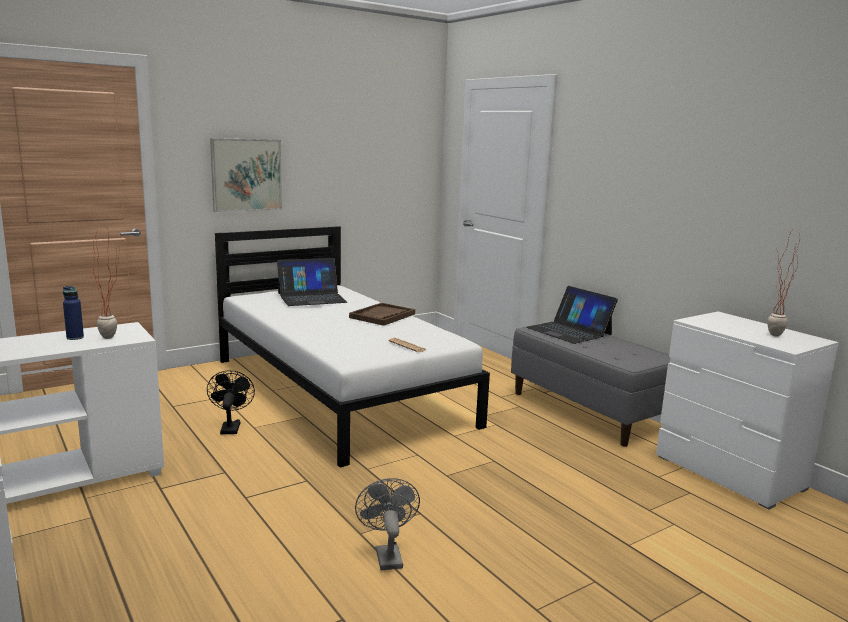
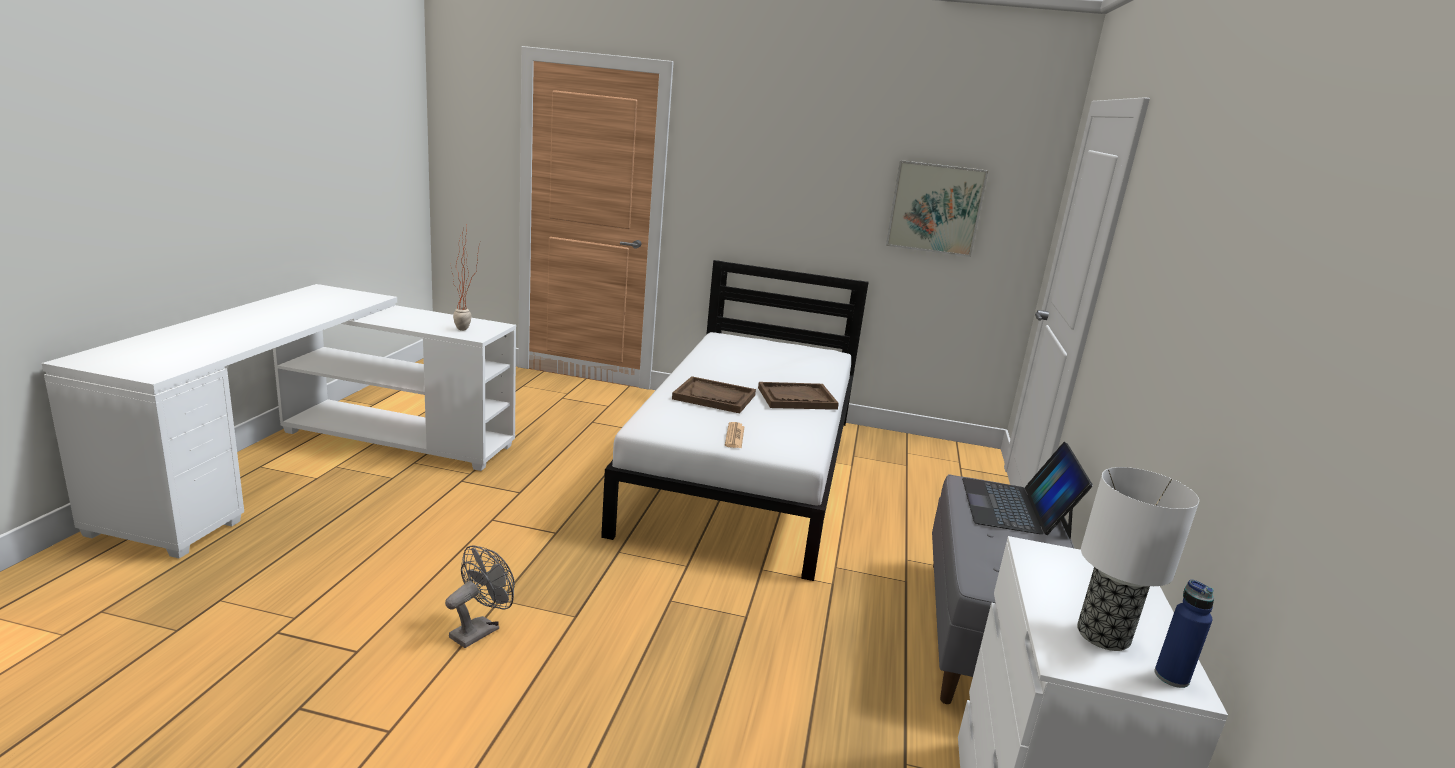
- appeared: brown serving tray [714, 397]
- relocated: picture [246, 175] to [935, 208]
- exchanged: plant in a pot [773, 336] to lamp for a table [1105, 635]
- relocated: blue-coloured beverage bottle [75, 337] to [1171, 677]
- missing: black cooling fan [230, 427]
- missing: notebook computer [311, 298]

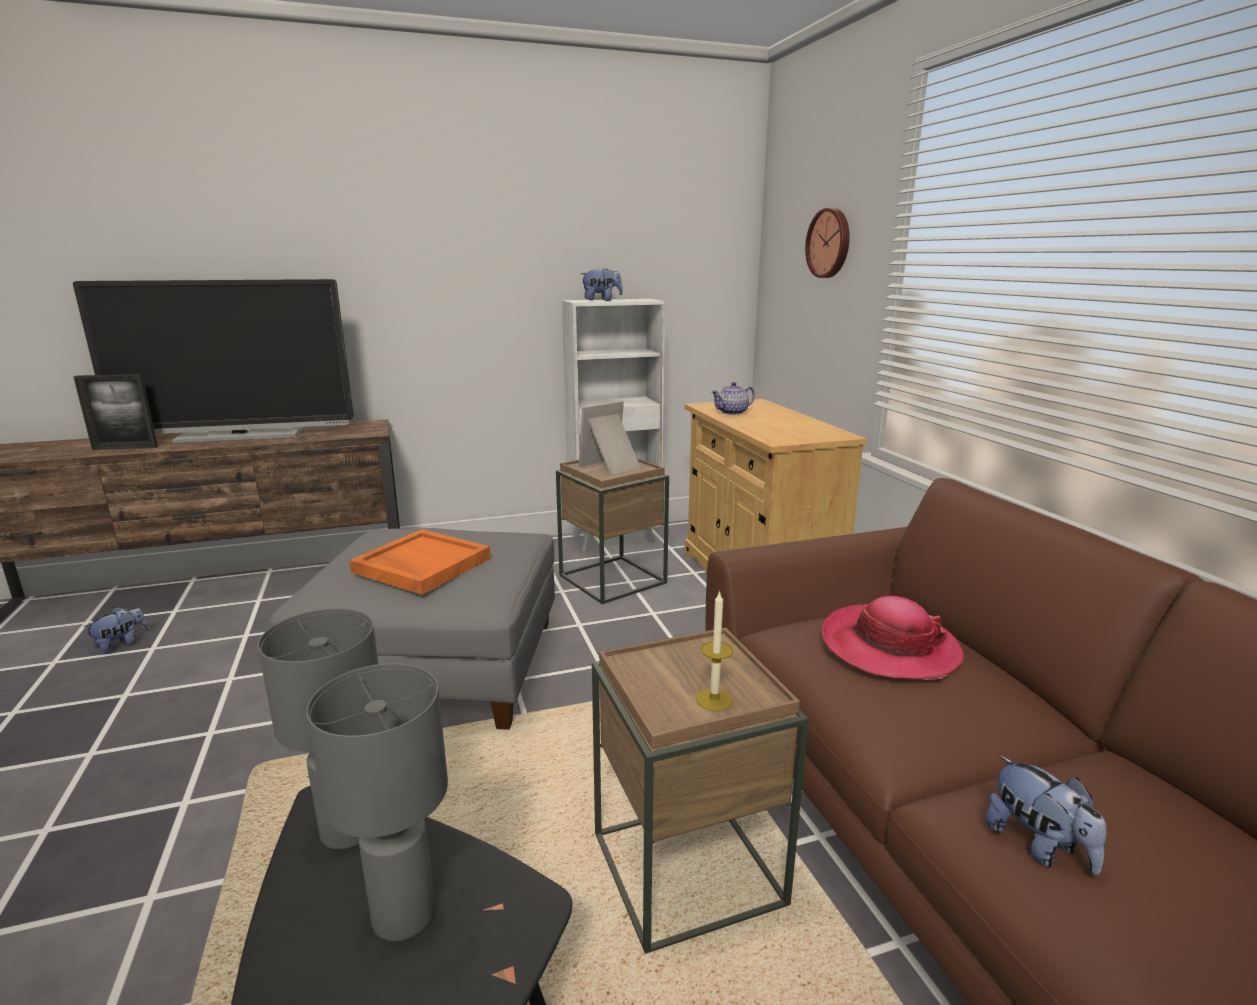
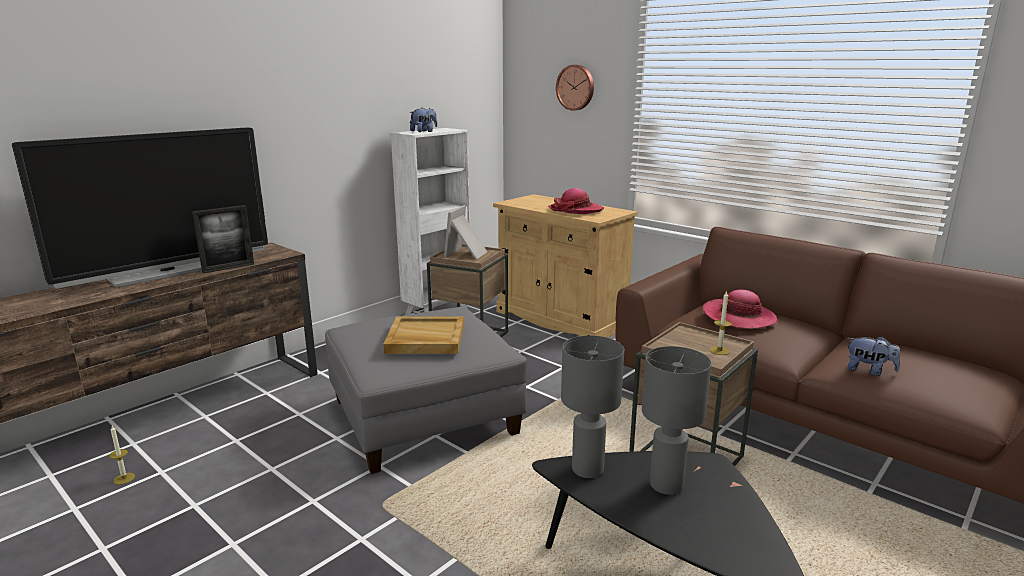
- exchanged: plush toy [121, 644] to wax light [124, 478]
- relocated: standing frame [125, 448] to [228, 268]
- colour: orange-coloured serving tray [421, 565] to sand-coloured serving tray [425, 339]
- appeared: hat [575, 210]
- missing: pot for tea [733, 412]

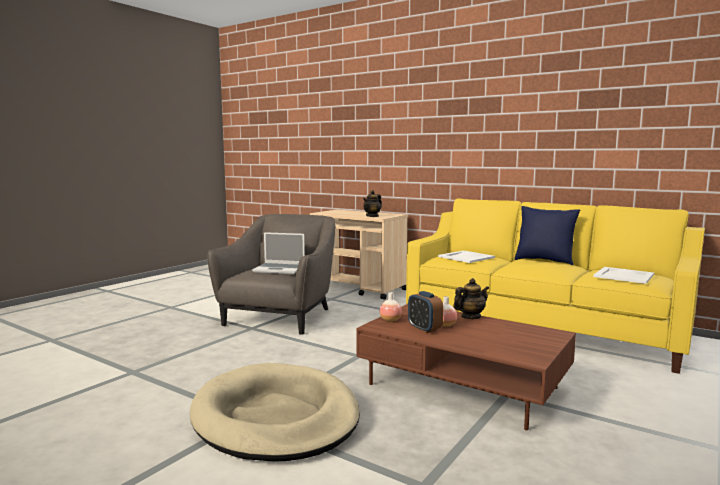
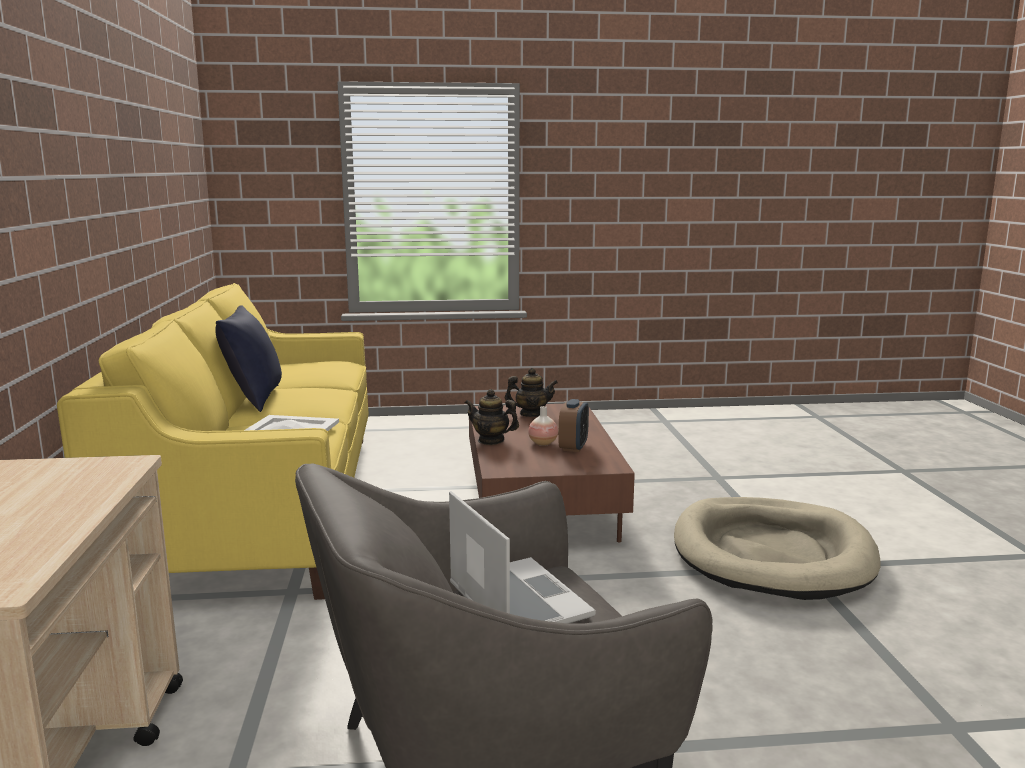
- relocated: pot for tea [372, 216] to [531, 414]
- missing: flower vase [390, 320]
- missing: white-coloured serving tray [624, 276]

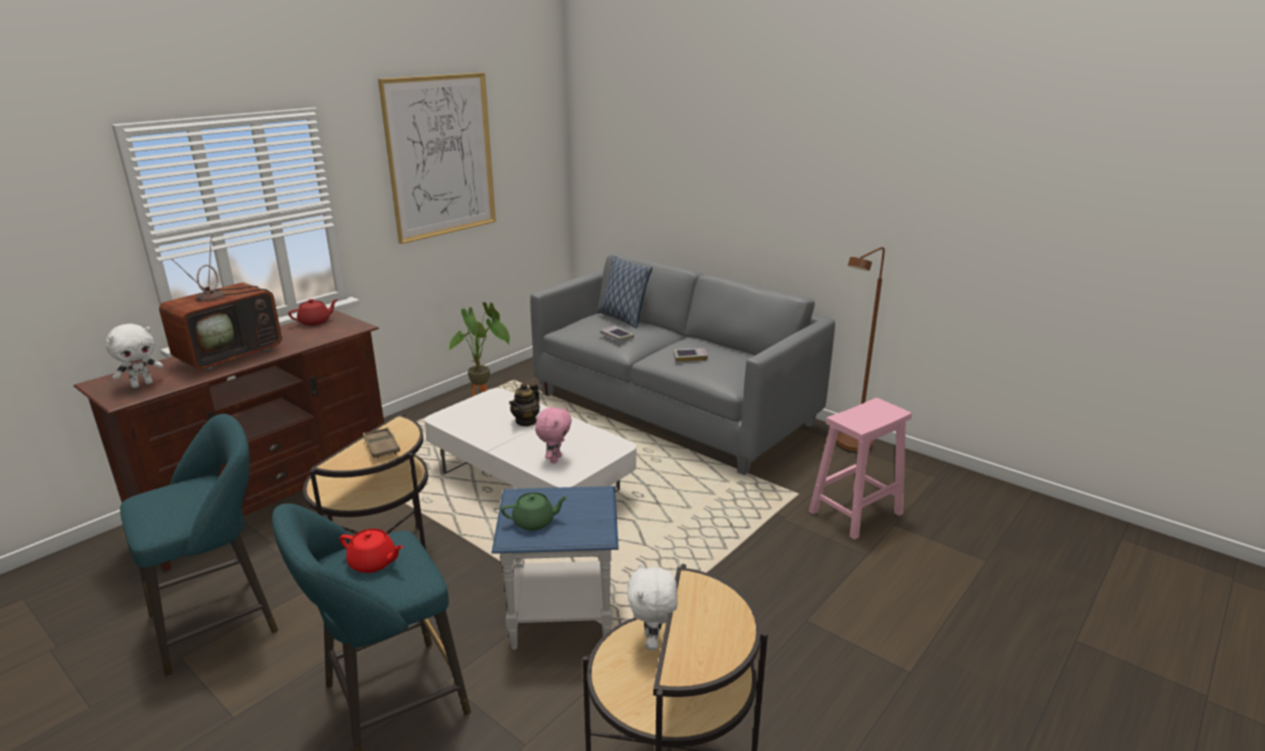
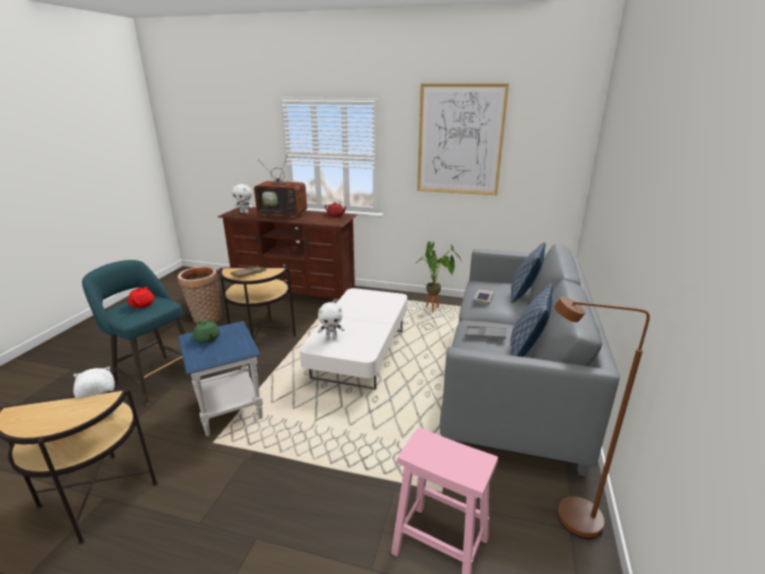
- exchanged: blue-green sitting stool [222, 621] to household basket [205, 318]
- colour: pink-coloured plush toy [555, 459] to white-coloured plush toy [331, 338]
- exchanged: volume [690, 357] to grey serving tray [485, 335]
- appeared: throw pillow [526, 349]
- missing: pot for tea [526, 421]

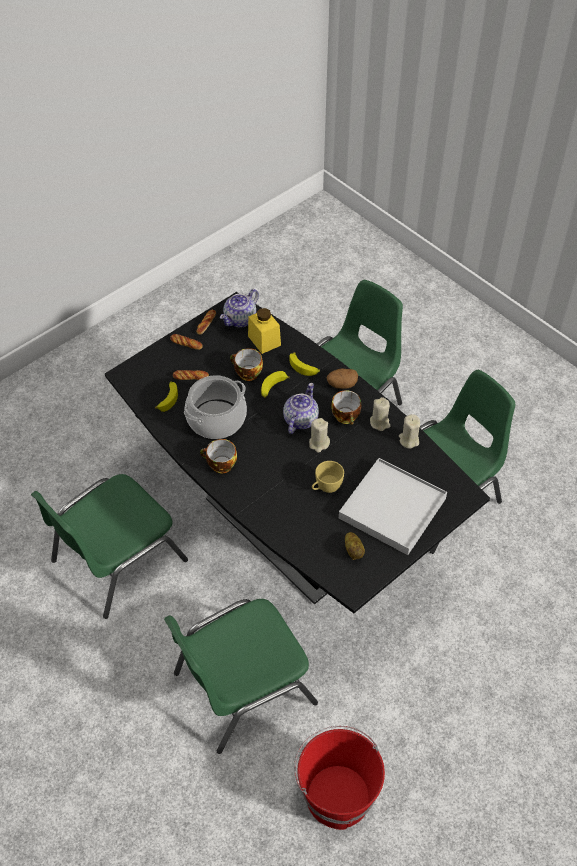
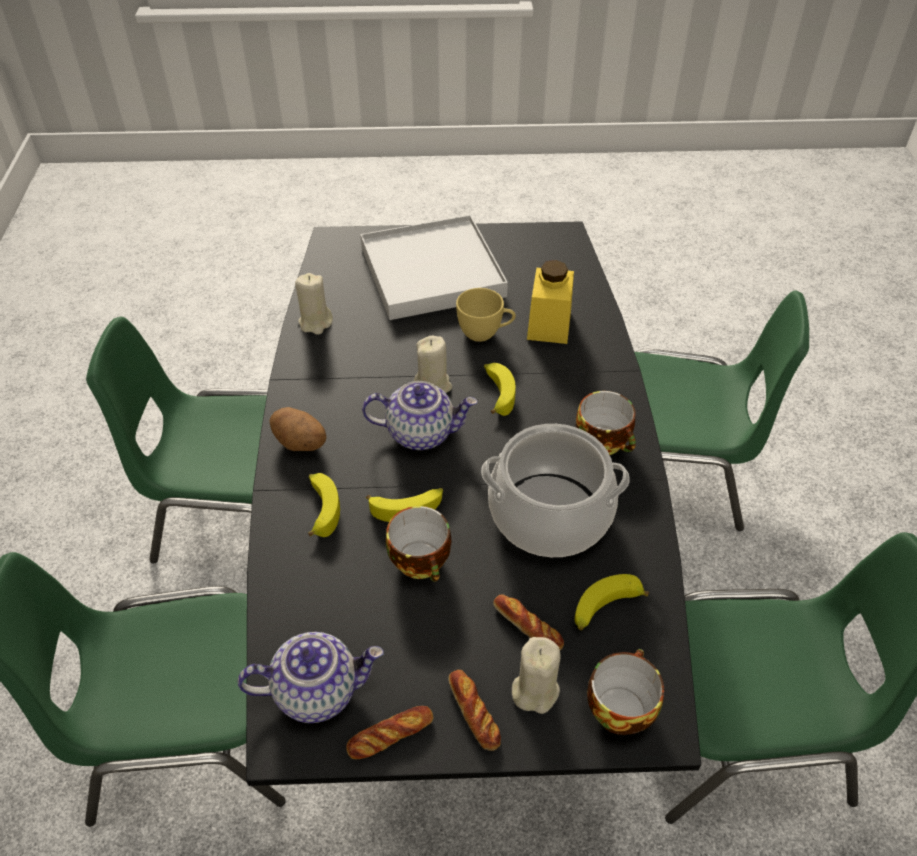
- spun: pot for tea [300, 419] = [421, 433] 150 degrees counterclockwise
- appeared: banana fruit [497, 393]
- relocated: sand-coloured wax light [380, 423] to [535, 690]
- relocated: yellowish storage jar [264, 340] to [549, 325]
- relocated: small cup [347, 417] to [619, 707]
- missing: red bucket [337, 794]
- missing: potato [354, 550]

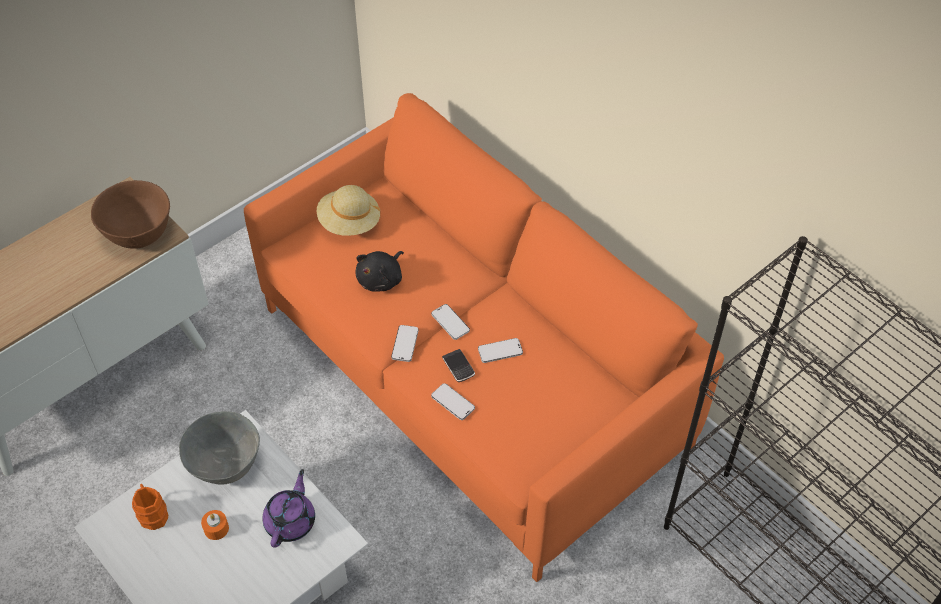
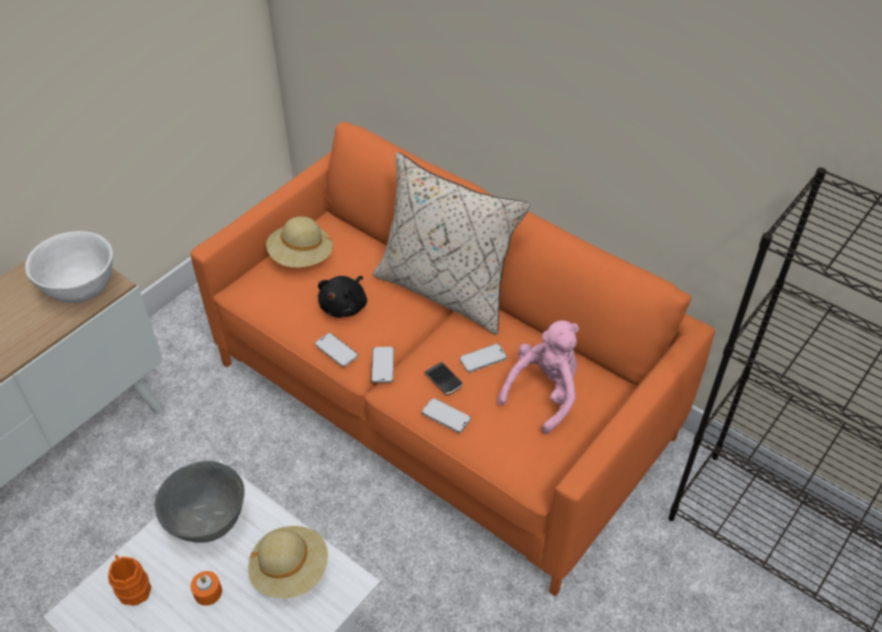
- colour: brown bowl [138, 235] to white-coloured bowl [80, 290]
- exchanged: purplish pot for tea [291, 521] to sand-coloured hat [290, 570]
- relocated: telephone [450, 322] to [336, 350]
- appeared: sand-coloured throw pillow [446, 290]
- appeared: pink-coloured plush toy [544, 393]

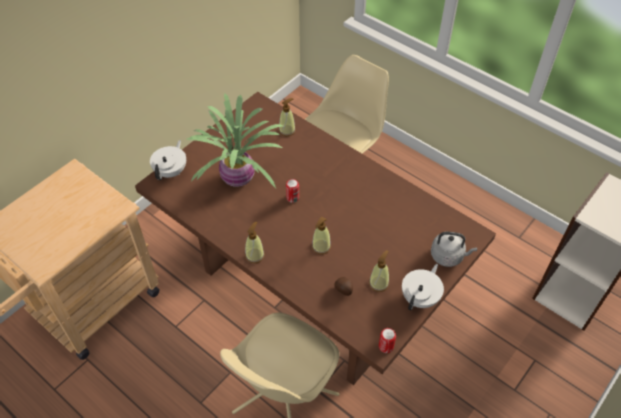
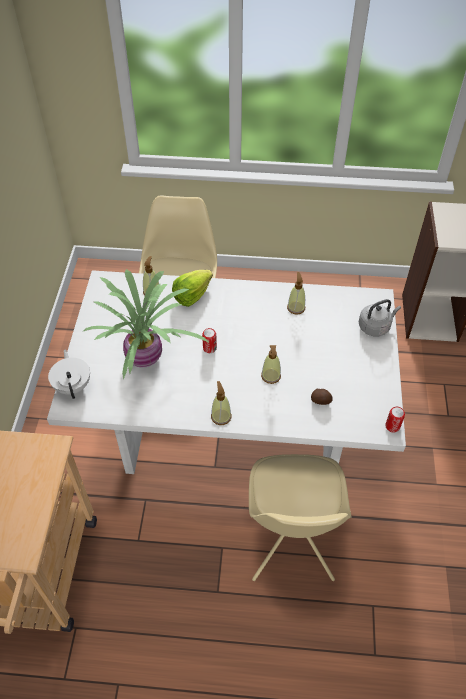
- colour: brown kitchen table [311, 288] to white-coloured kitchen table [234, 431]
- appeared: lettuce [192, 295]
- relocated: soap bottle [378, 283] to [296, 307]
- missing: white-coloured pot for tea [420, 298]

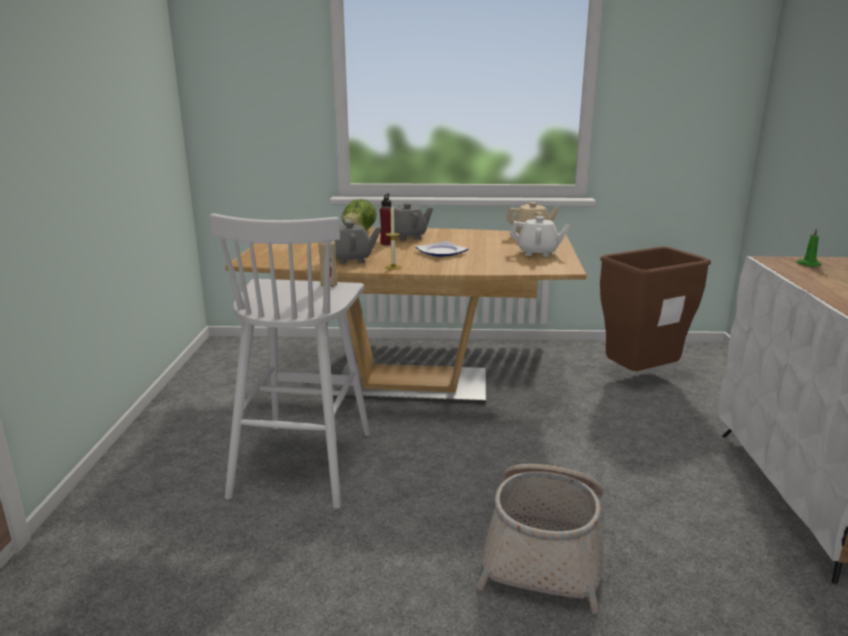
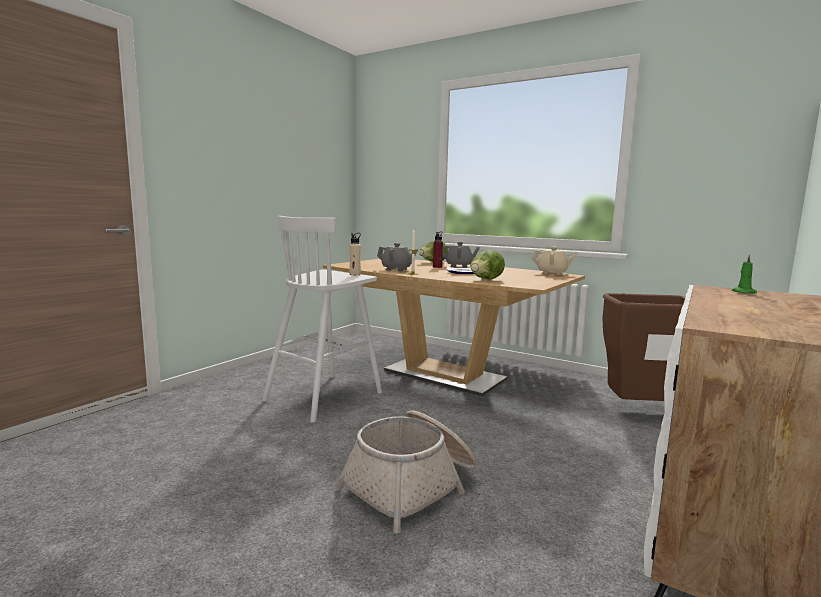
- appeared: lettuce [485, 280]
- missing: white-coloured pot for tea [538, 253]

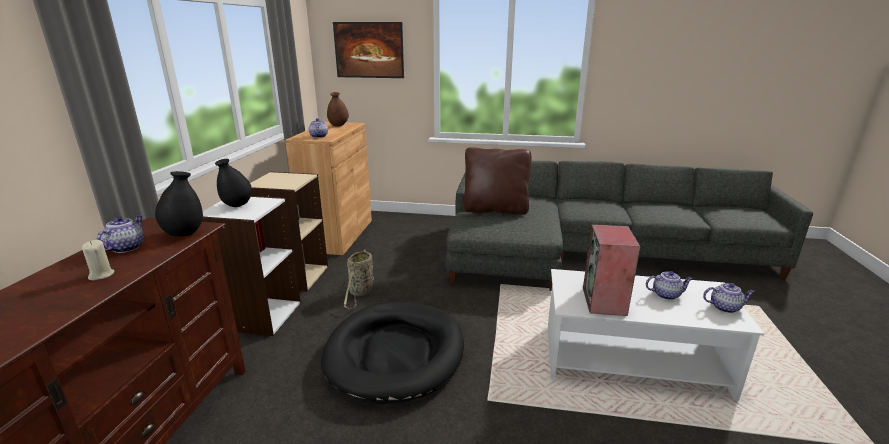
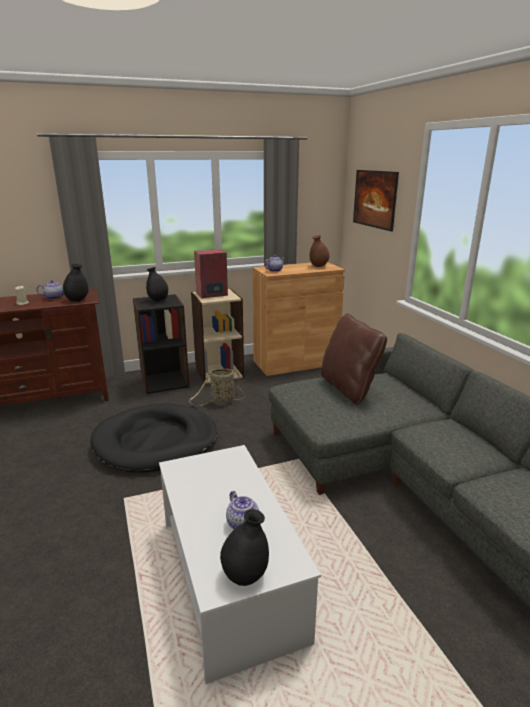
- colour: white-coloured bookshelf [260, 315] to black bookshelf [164, 381]
- relocated: speaker [605, 302] to [211, 294]
- exchanged: pot for tea [725, 307] to black flower vase [245, 575]

